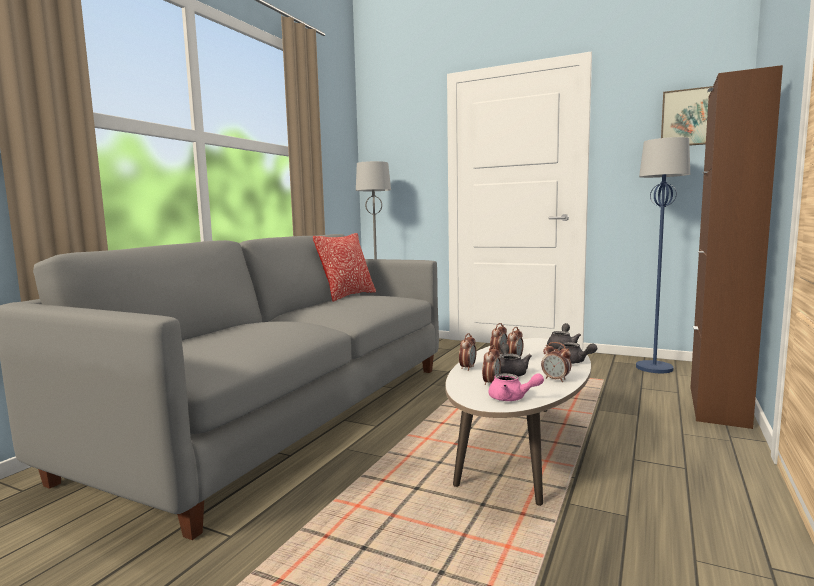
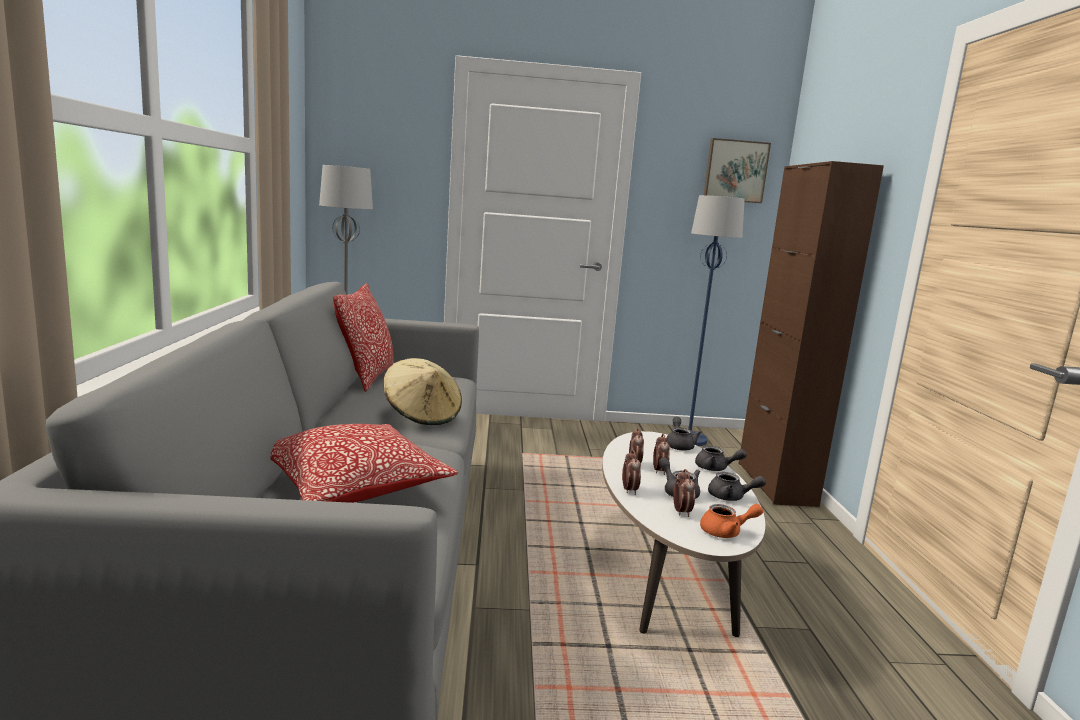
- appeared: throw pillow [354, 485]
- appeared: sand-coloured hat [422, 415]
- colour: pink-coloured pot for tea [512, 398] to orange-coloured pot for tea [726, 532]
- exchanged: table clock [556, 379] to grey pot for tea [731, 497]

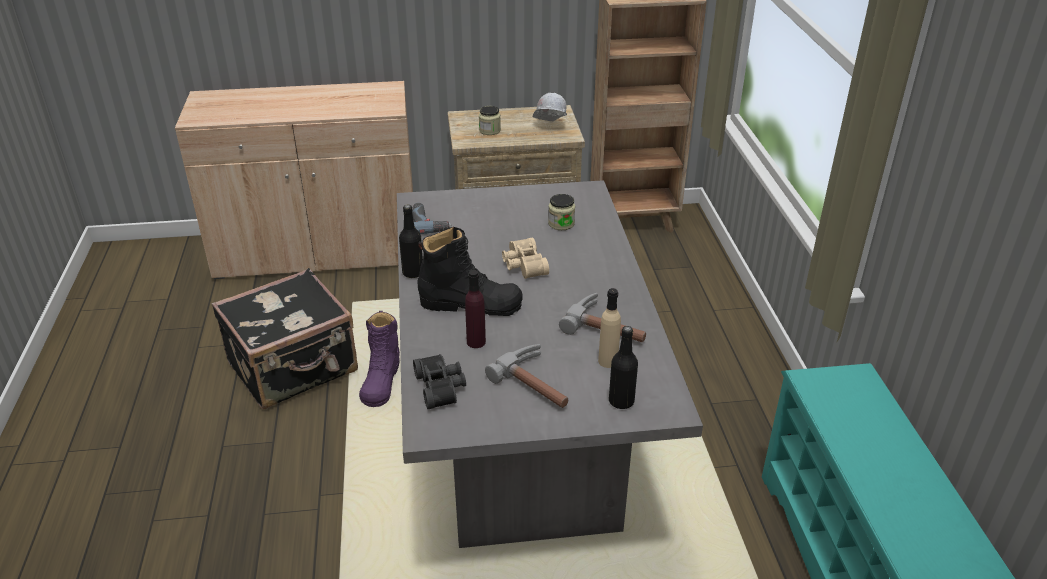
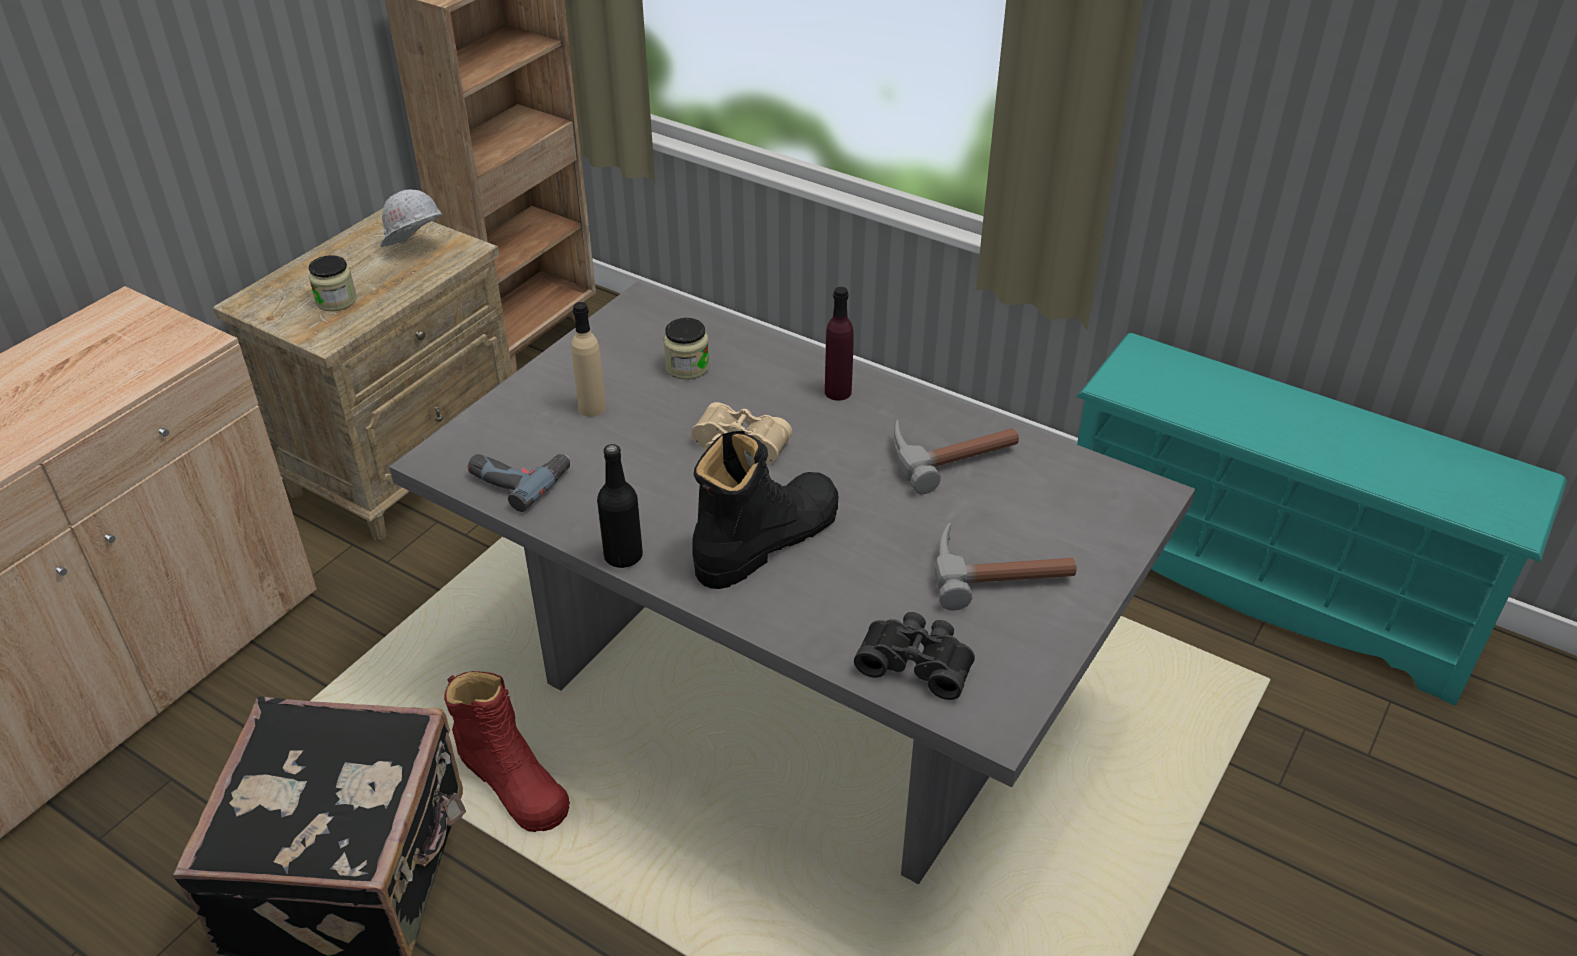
- colour: purplish boot [381, 380] to red boot [513, 782]
- relocated: sand-coloured beverage bottle [608, 361] to [592, 408]
- relocated: purplish beverage bottle [476, 342] to [838, 392]
- missing: black beverage bottle [621, 401]

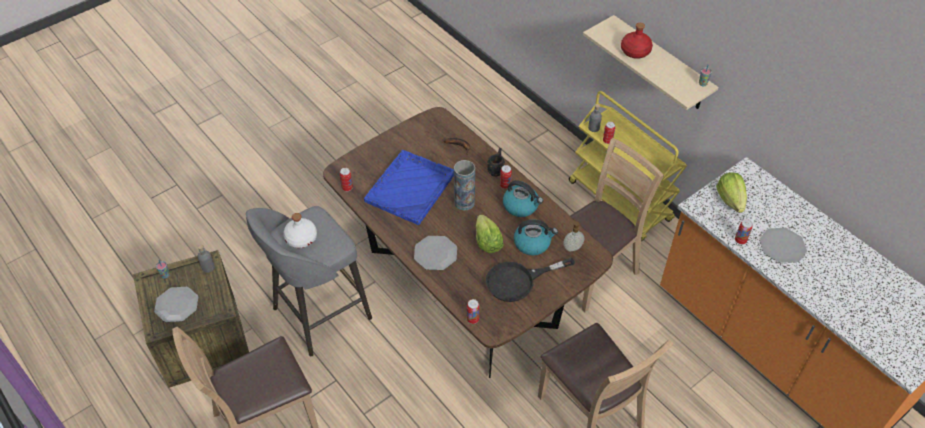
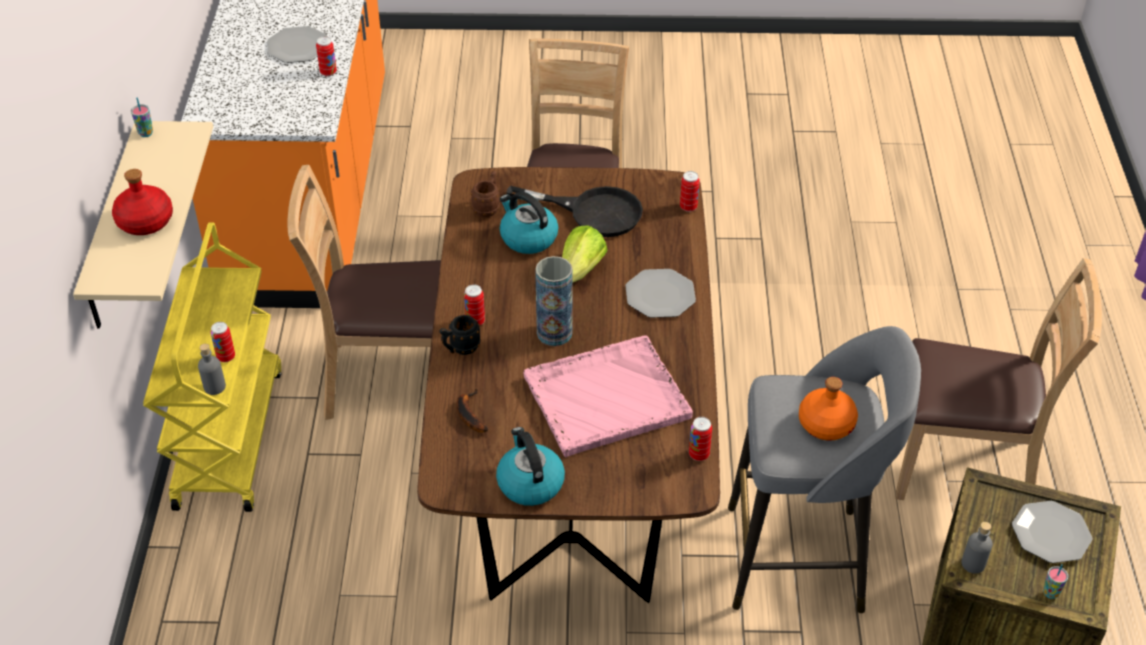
- exchanged: soap bottle [572, 247] to brown tea mug [488, 207]
- relocated: kettle [521, 206] to [529, 483]
- colour: blue-coloured serving tray [411, 187] to pink-coloured serving tray [605, 398]
- colour: white-coloured beverage bottle [301, 238] to orange-coloured beverage bottle [825, 424]
- missing: lettuce [730, 200]

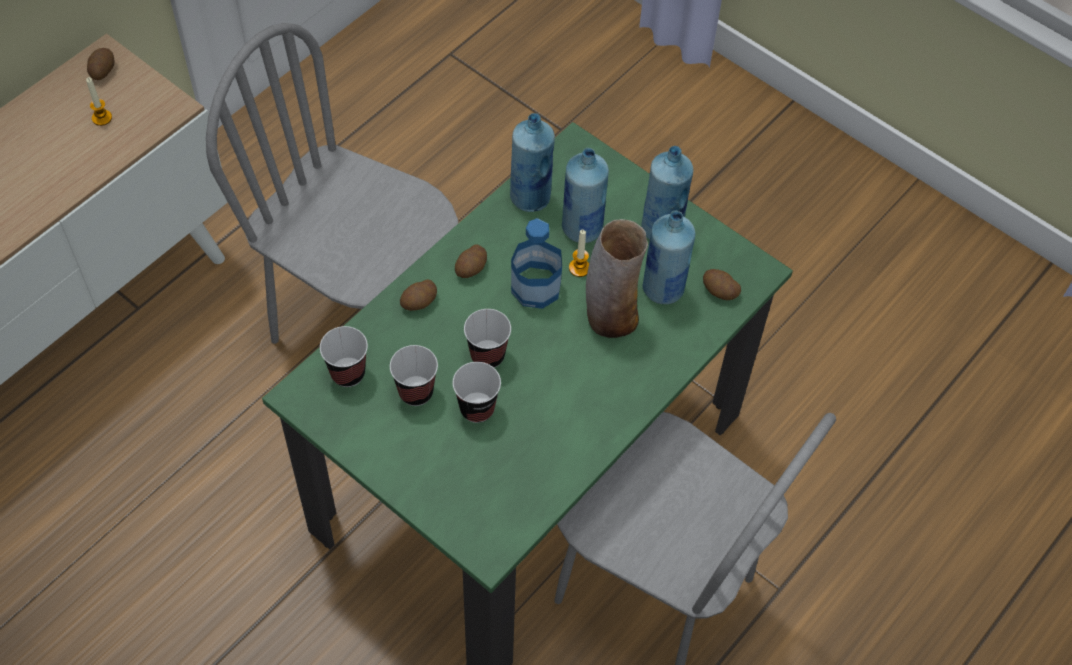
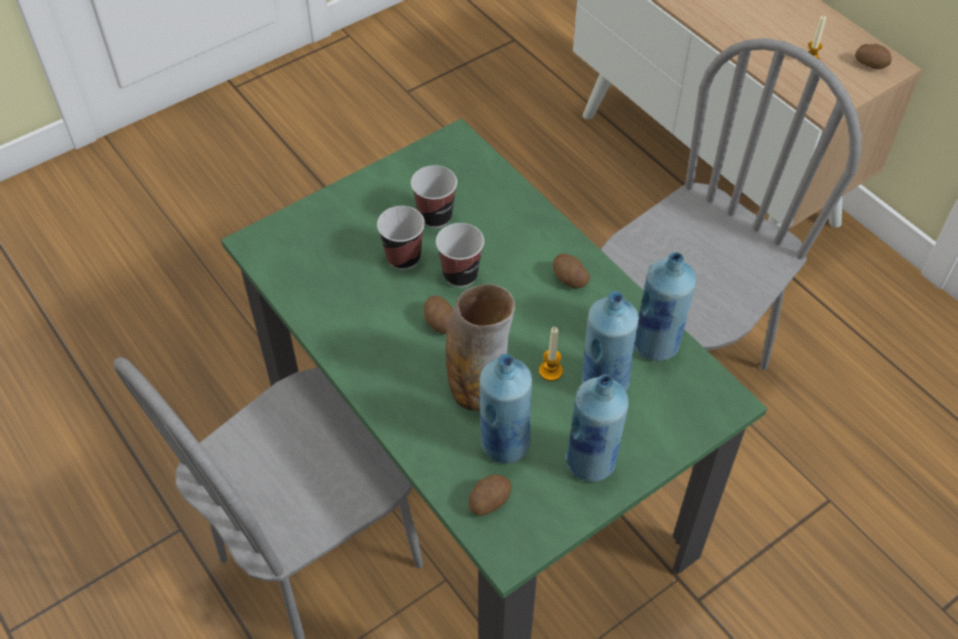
- relocated: potato [419, 302] to [439, 322]
- missing: small cup [348, 373]
- missing: beverage bottle [536, 287]

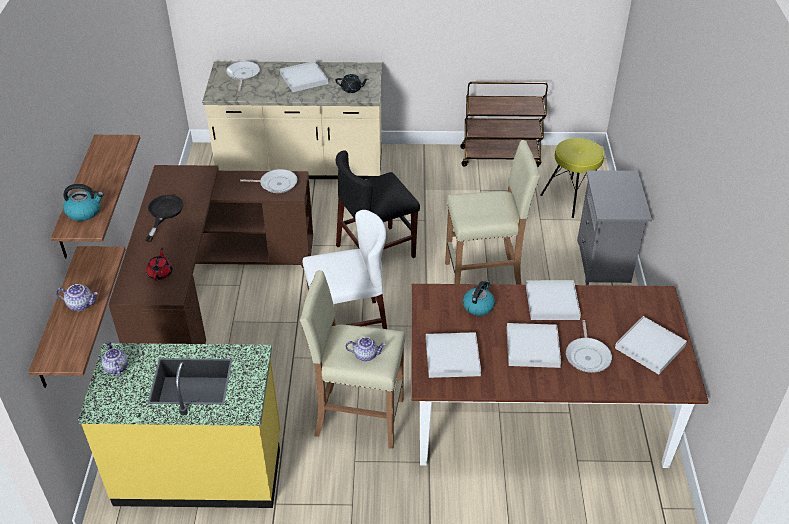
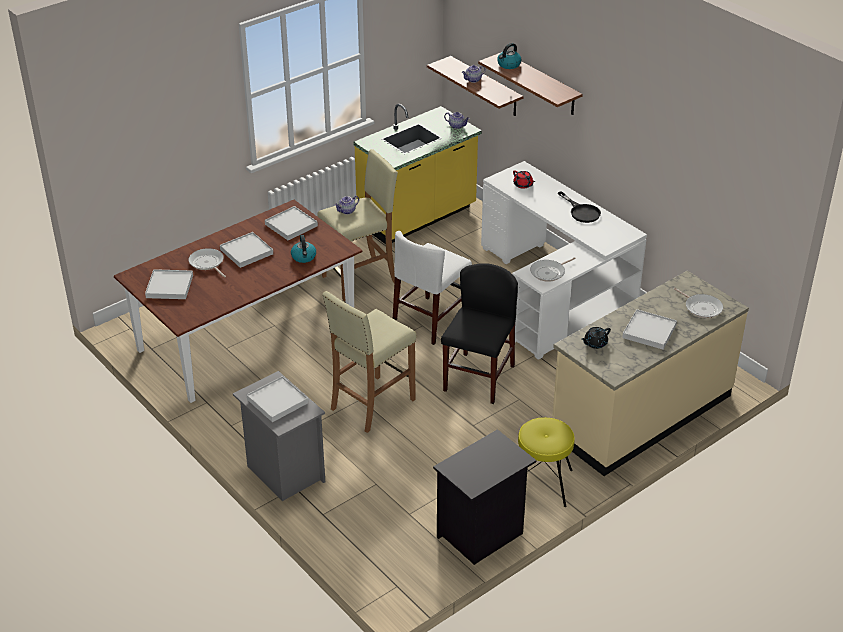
- relocated: white-coloured serving tray [552, 302] to [277, 401]
- exchanged: brown cart [500, 156] to black night table [481, 535]
- colour: brown desk [207, 289] to white-coloured desk [556, 291]
- relocated: yellowish sitting stool [572, 197] to [542, 484]

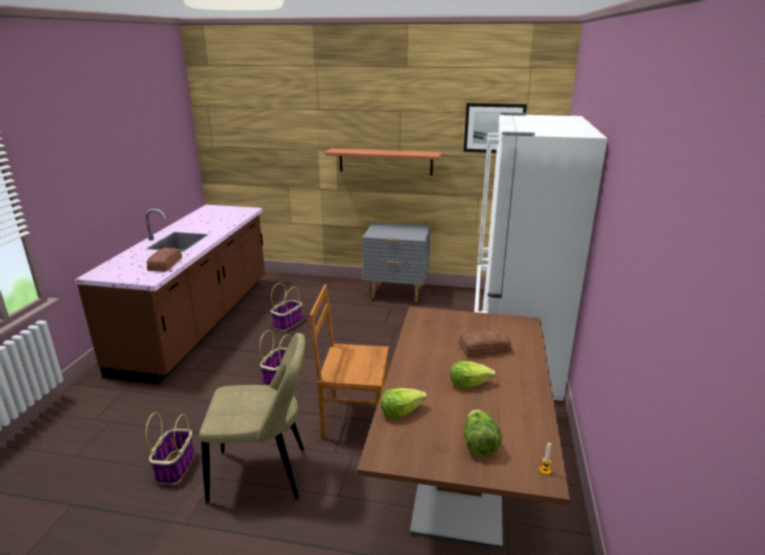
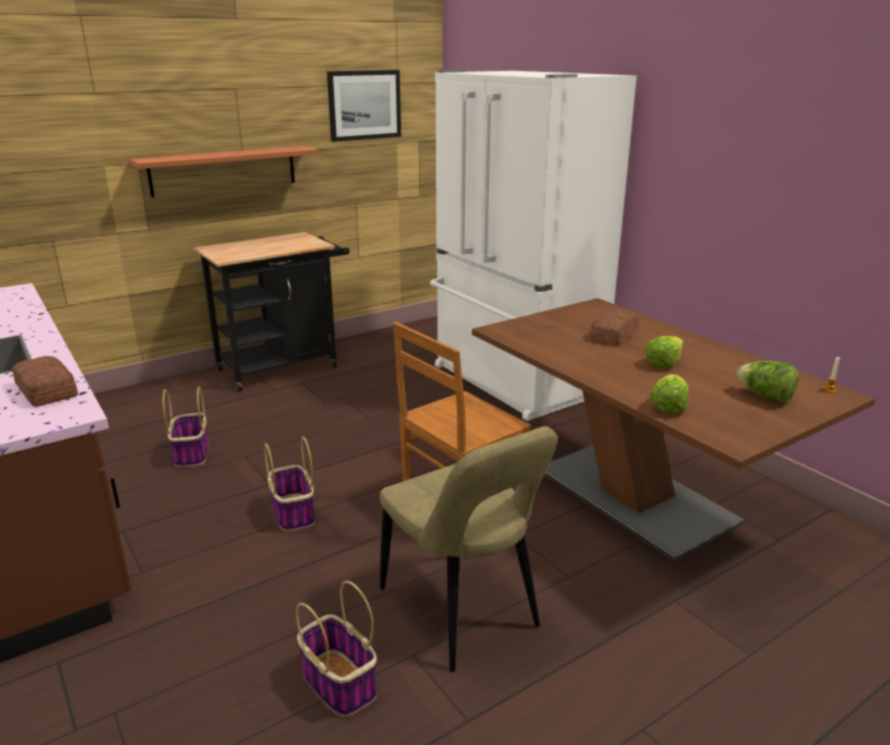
- exchanged: grey night table [396, 293] to black cart [284, 366]
- spun: sand-coloured upright chair [263, 474] = [462, 612] 105 degrees clockwise

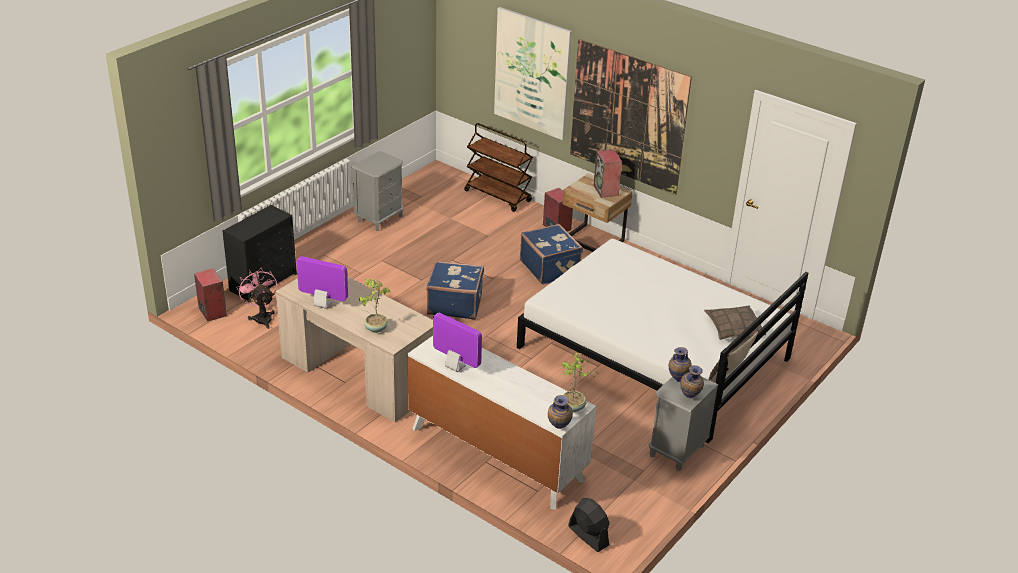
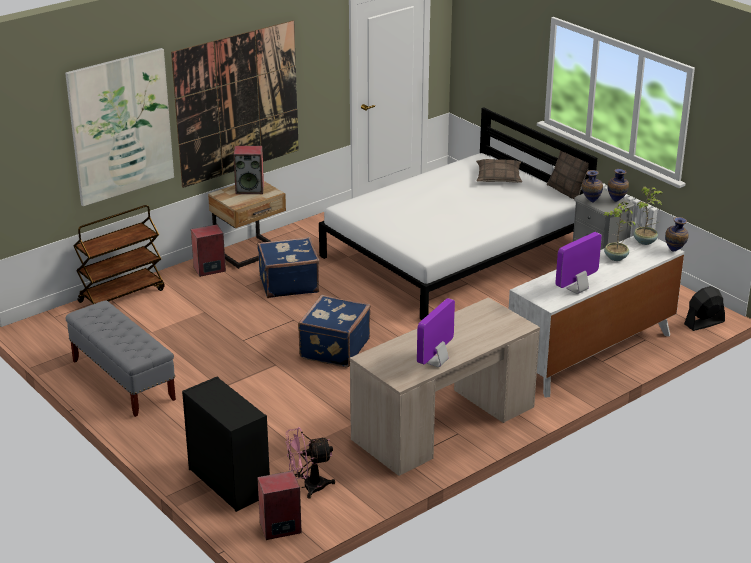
- exchanged: grey night table [380, 218] to grey long seat [123, 380]
- relocated: plant in a pot [375, 328] to [615, 258]

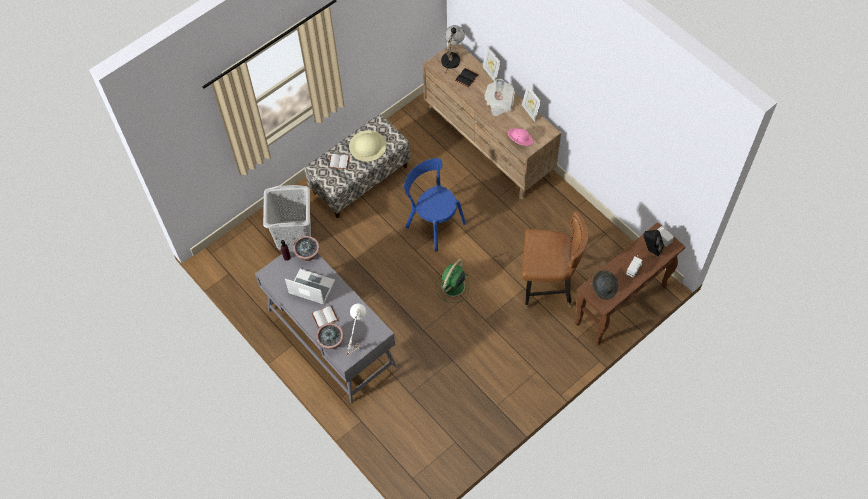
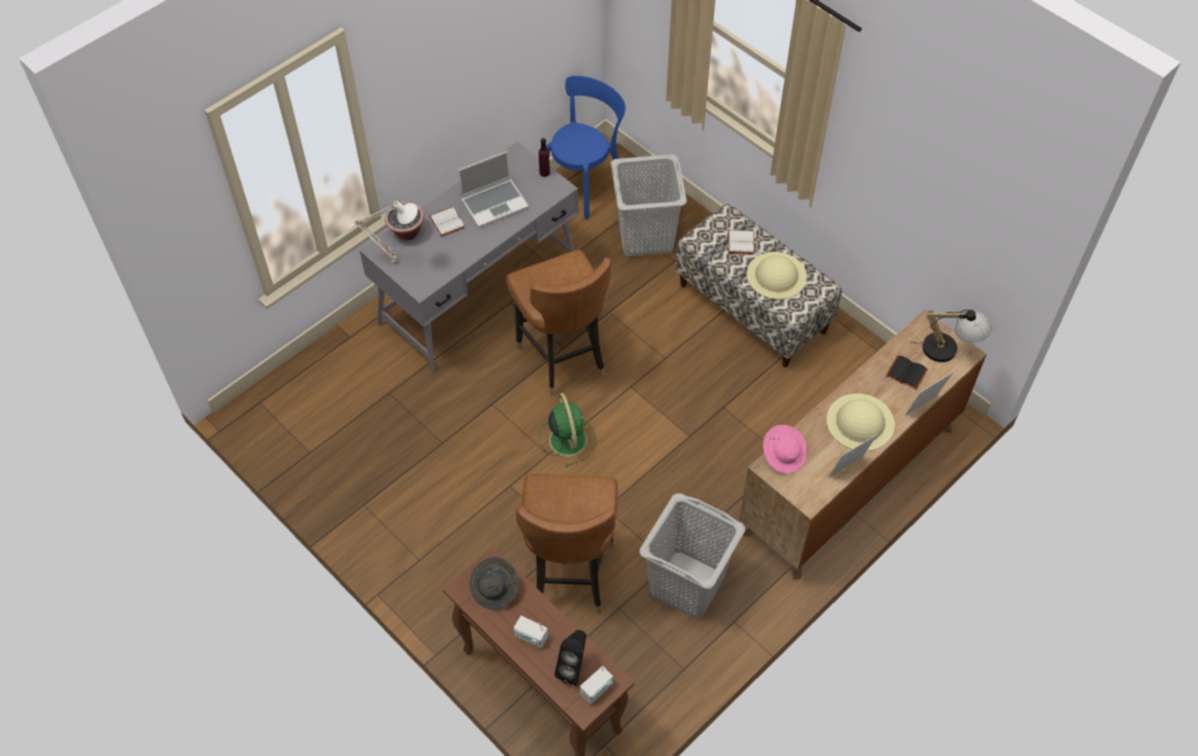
- spun: notebook computer [311, 287] = [495, 203] 45 degrees clockwise
- appeared: brown upright chair [562, 358]
- spun: green-coloured cooling fan [452, 287] = [567, 438] 45 degrees clockwise
- relocated: blue-coloured upright chair [433, 223] to [585, 184]
- appeared: grey hamper [686, 584]
- exchanged: newspaper [499, 103] to sand-coloured hat [860, 422]
- missing: plant in a pot [308, 255]

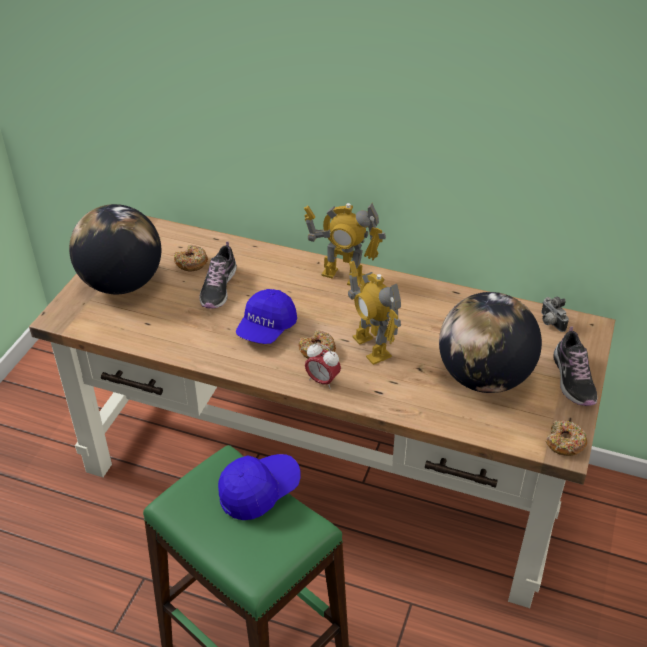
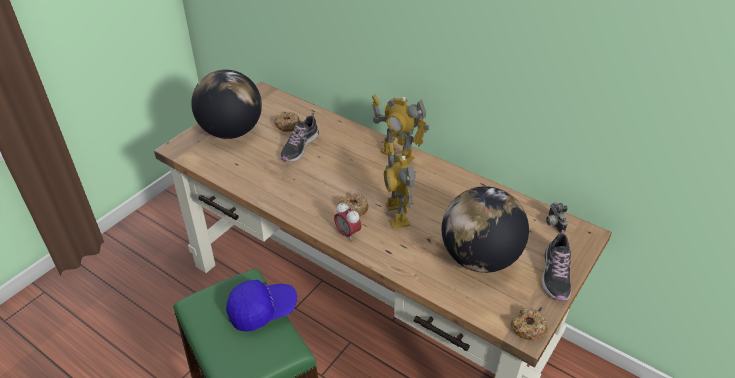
- missing: blue-coloured cap [266, 328]

